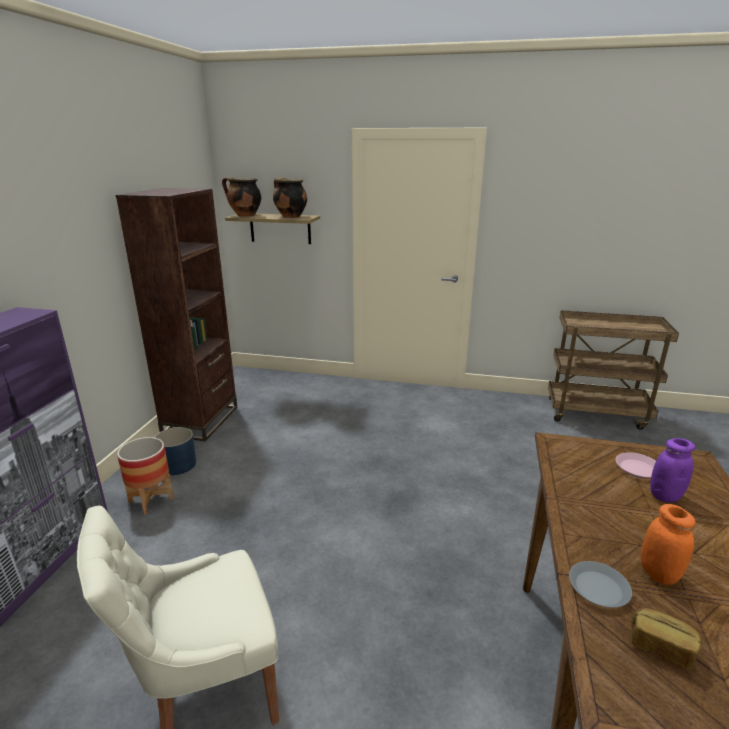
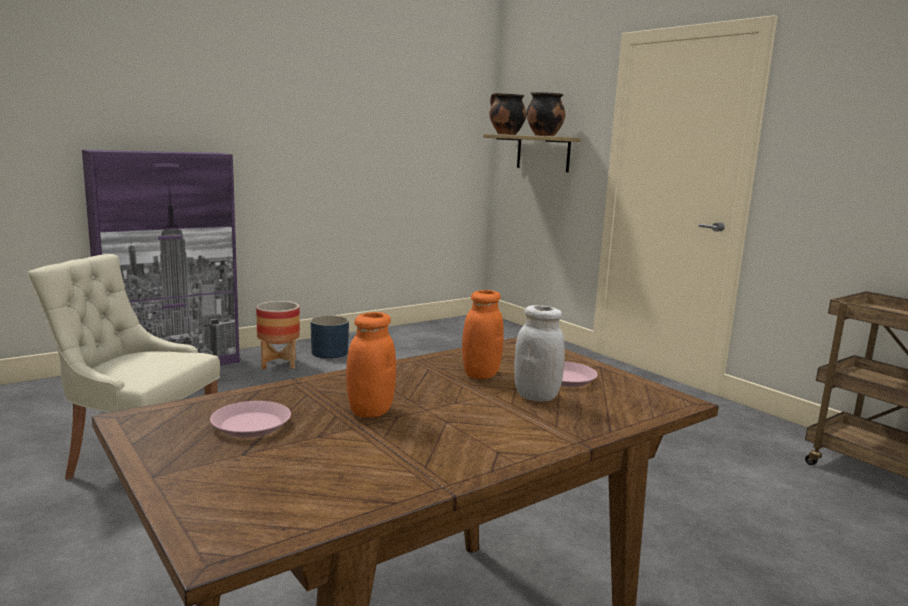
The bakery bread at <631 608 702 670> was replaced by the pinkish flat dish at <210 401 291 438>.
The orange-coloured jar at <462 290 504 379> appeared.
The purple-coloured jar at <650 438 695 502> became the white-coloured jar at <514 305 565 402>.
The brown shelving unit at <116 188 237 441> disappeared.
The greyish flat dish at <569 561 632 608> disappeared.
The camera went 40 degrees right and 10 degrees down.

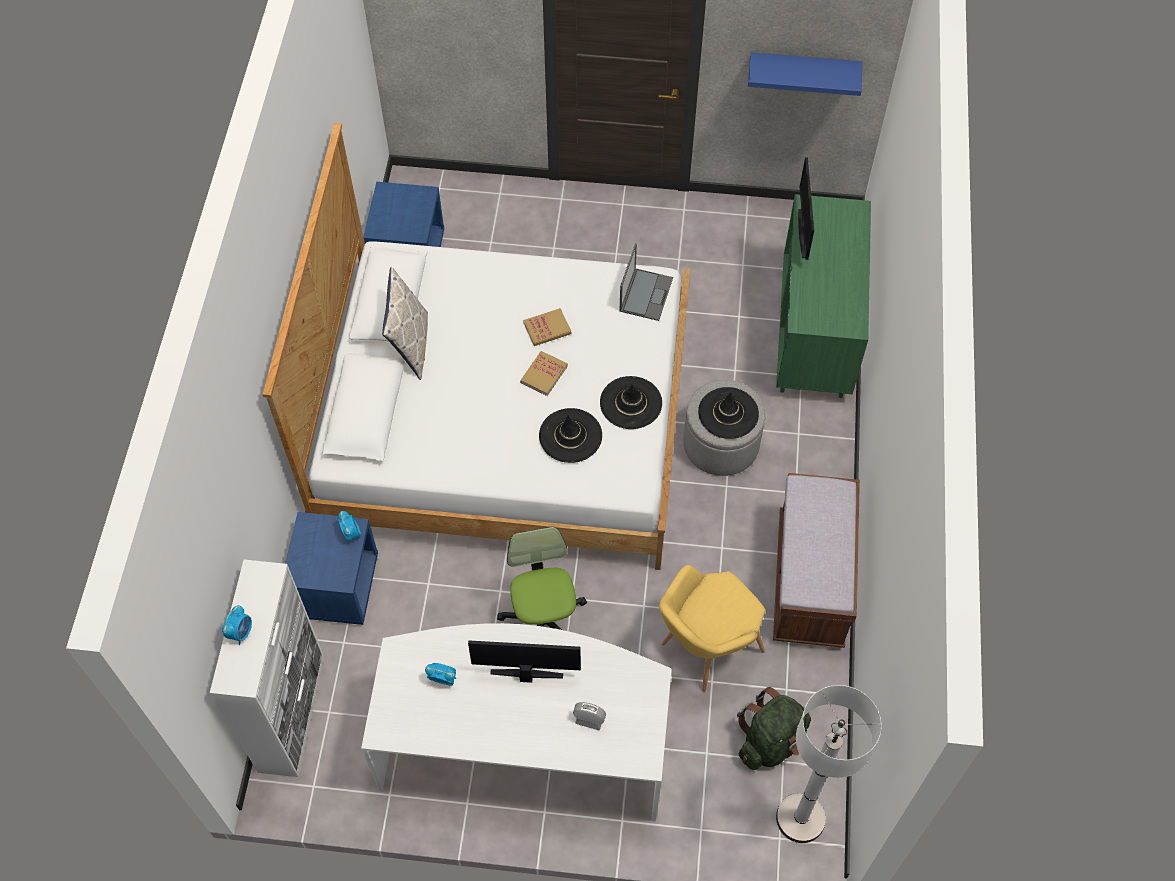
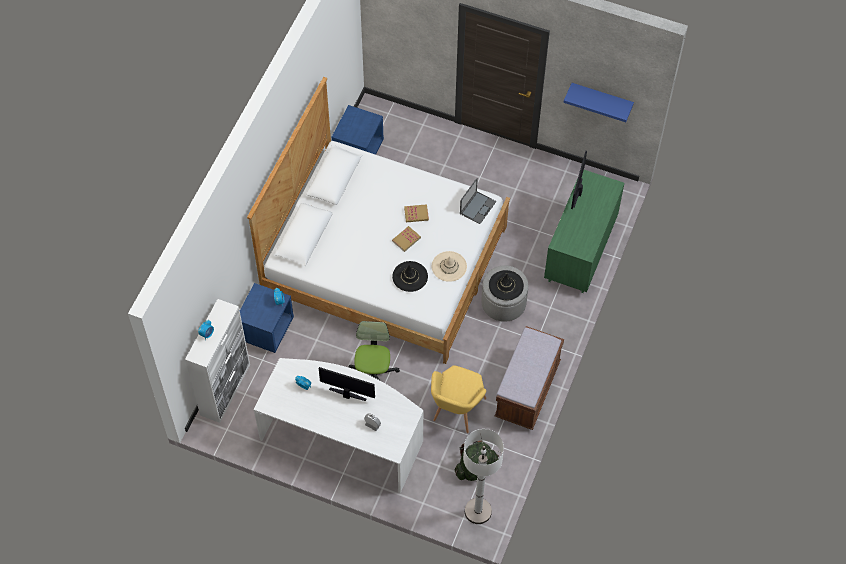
The yellowish easy chair at <659 565 766 692> turned 45 degrees counterclockwise.
The blackish hat at <600 376 662 429> became the beige hat at <432 251 467 282>.
The pillow at <382 266 428 380> disappeared.
The camera went 15 degrees right and 0 degrees up.

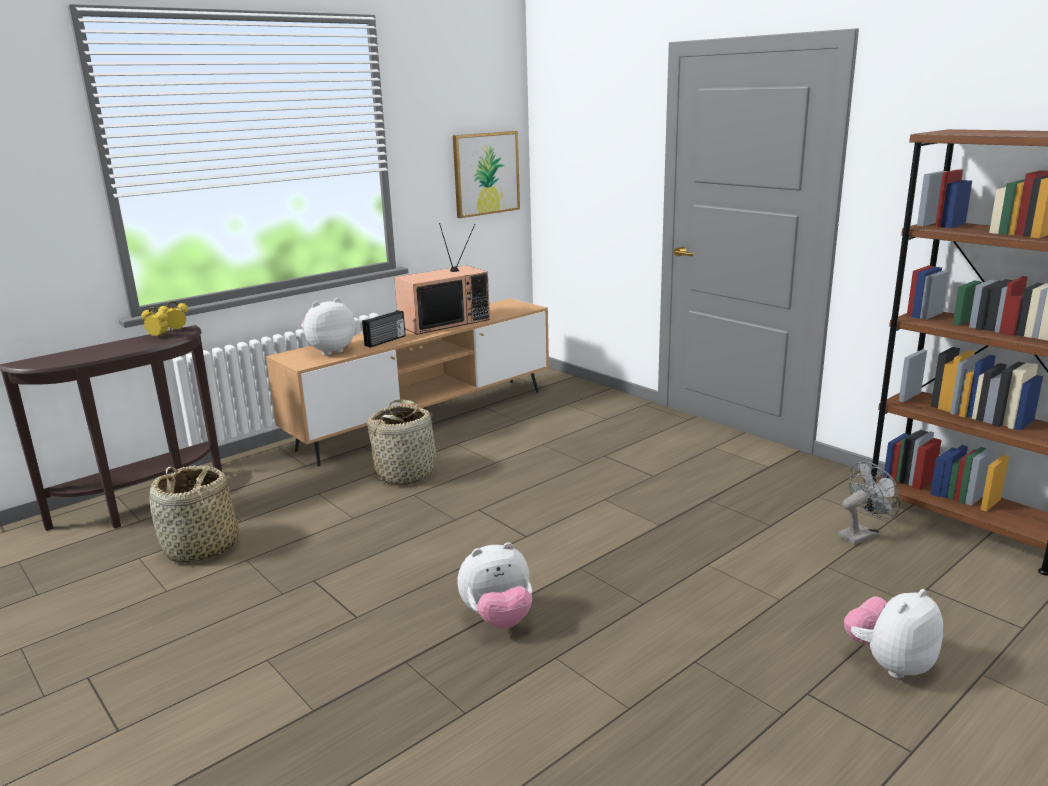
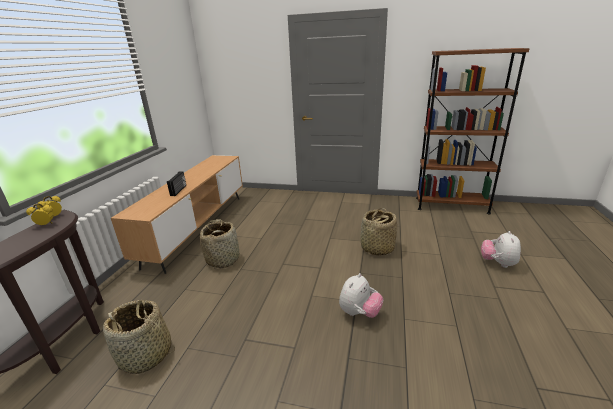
The storage basket at <360 208 397 255> appeared.
The plush toy at <301 298 355 355> disappeared.
The TV at <394 223 490 335> disappeared.
The wall art at <453 131 520 218> disappeared.
The greyish cooling fan at <838 461 900 545> disappeared.
The camera went 35 degrees left and 5 degrees up.

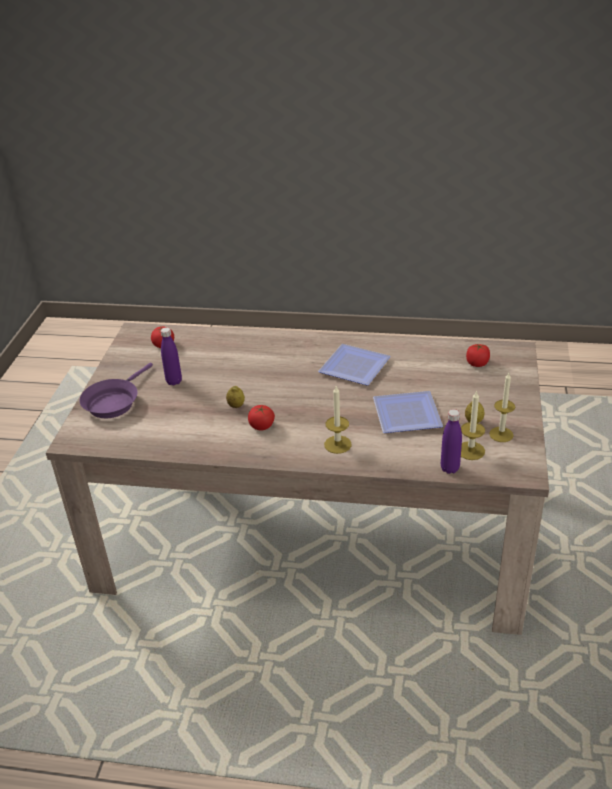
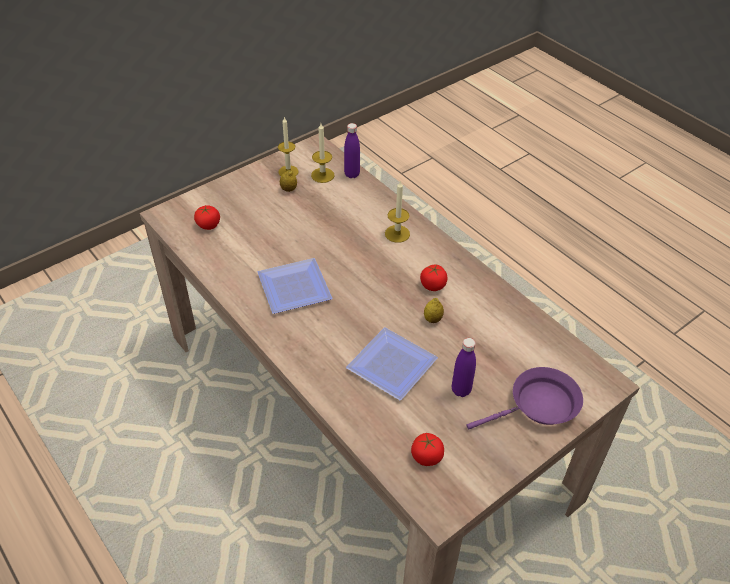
The flat dish moved from <373 391 443 433> to <346 327 438 400>.
The camera went 140 degrees left and 10 degrees up.

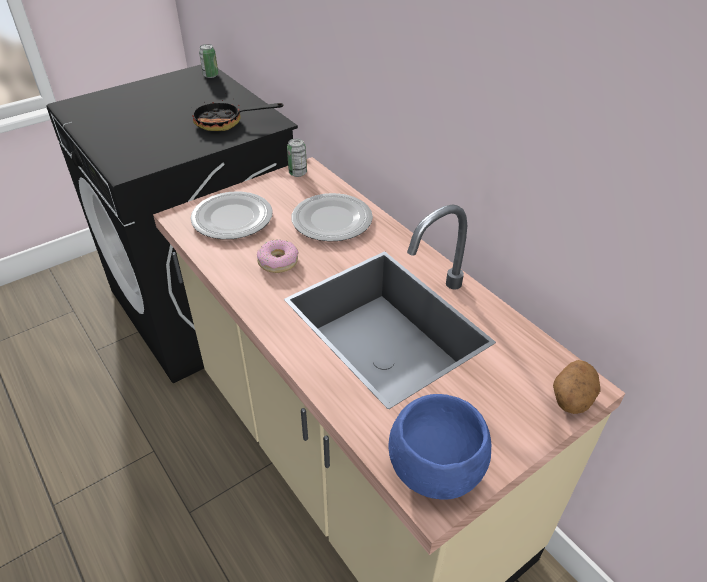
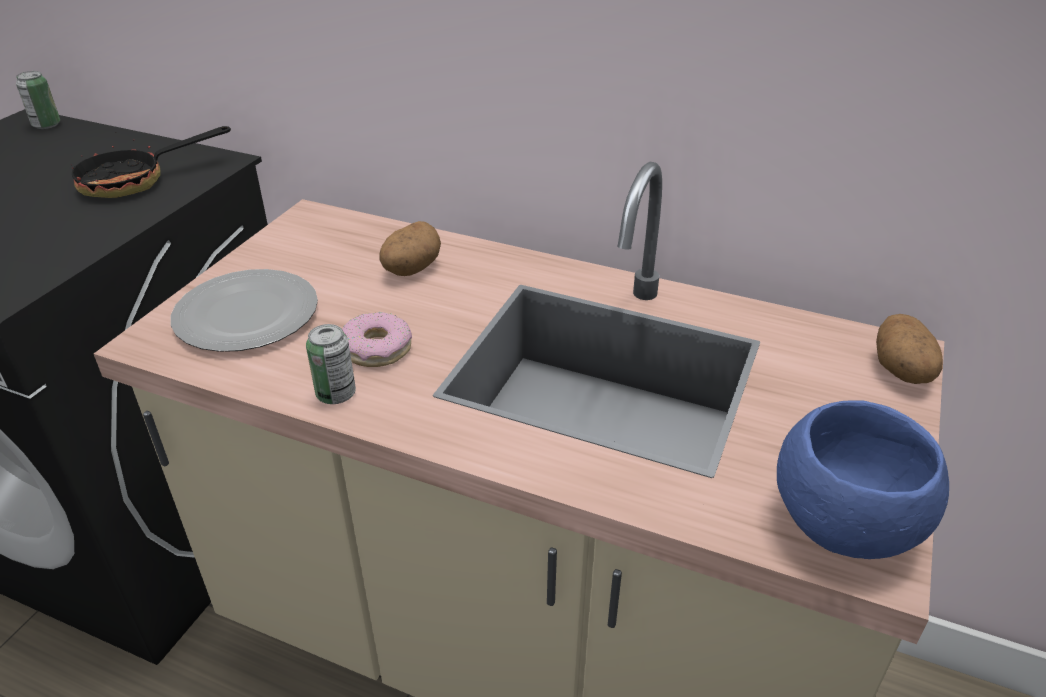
The metal can moved from <287 139 307 177> to <306 324 356 404>.
The flat dish at <291 193 373 242> was replaced by the whole potato at <379 221 441 276>.
The camera went 30 degrees left and 5 degrees down.

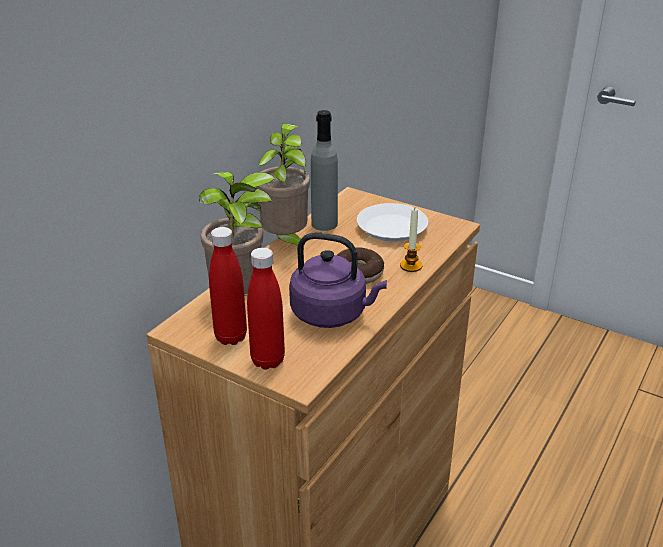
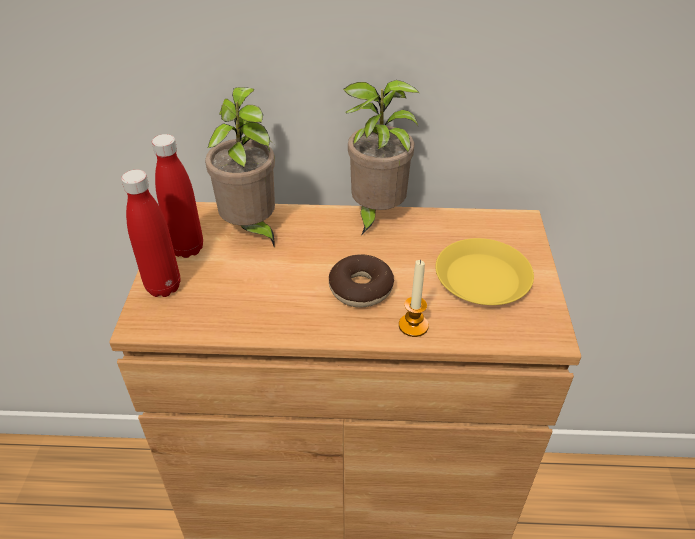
The white-coloured flat dish at <357 203 428 242> became the yellowish flat dish at <435 238 534 305>.
The purple-coloured tea kettle at <289 233 387 328> disappeared.
The greyish beverage bottle at <311 110 338 231> disappeared.
The camera went 60 degrees right and 10 degrees up.

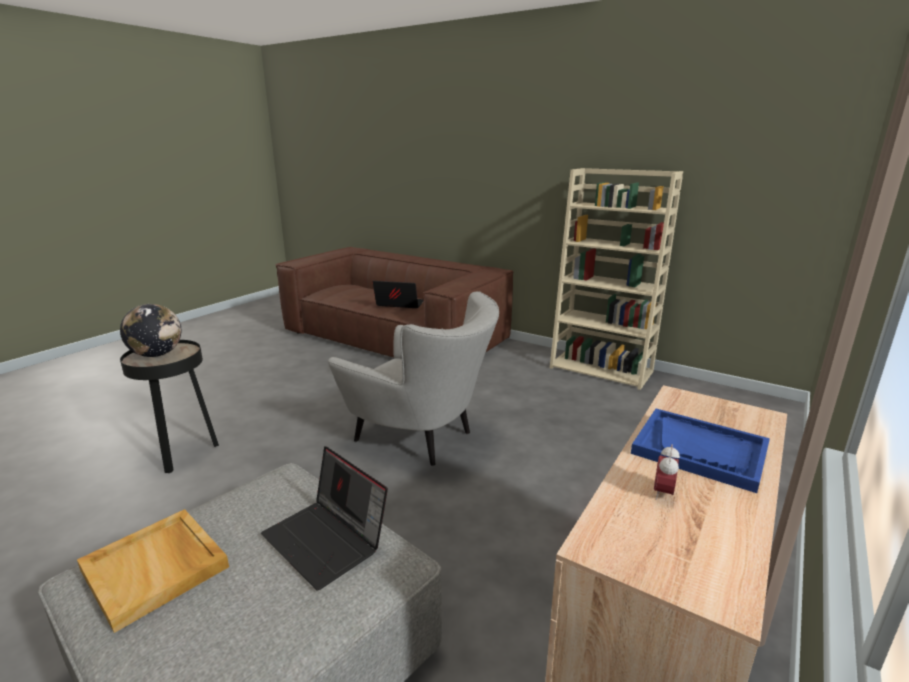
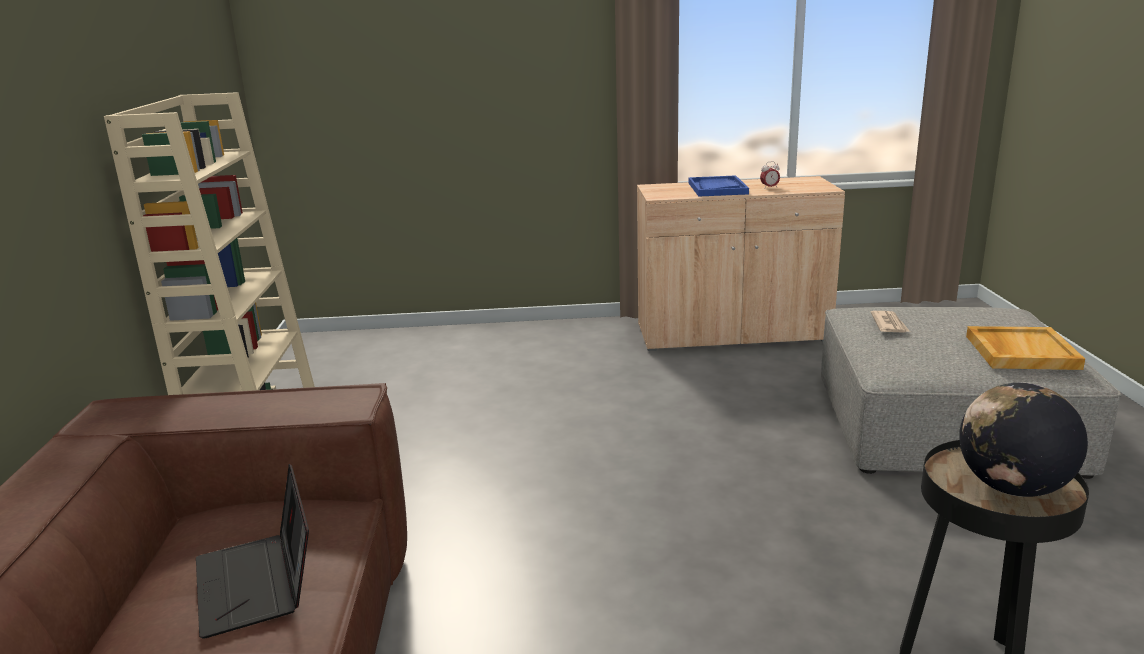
The portable computer at <261 446 388 590> was replaced by the printed paper at <871 311 909 333>.
The greyish easy chair at <328 292 499 466> disappeared.
The camera went 125 degrees left and 0 degrees up.

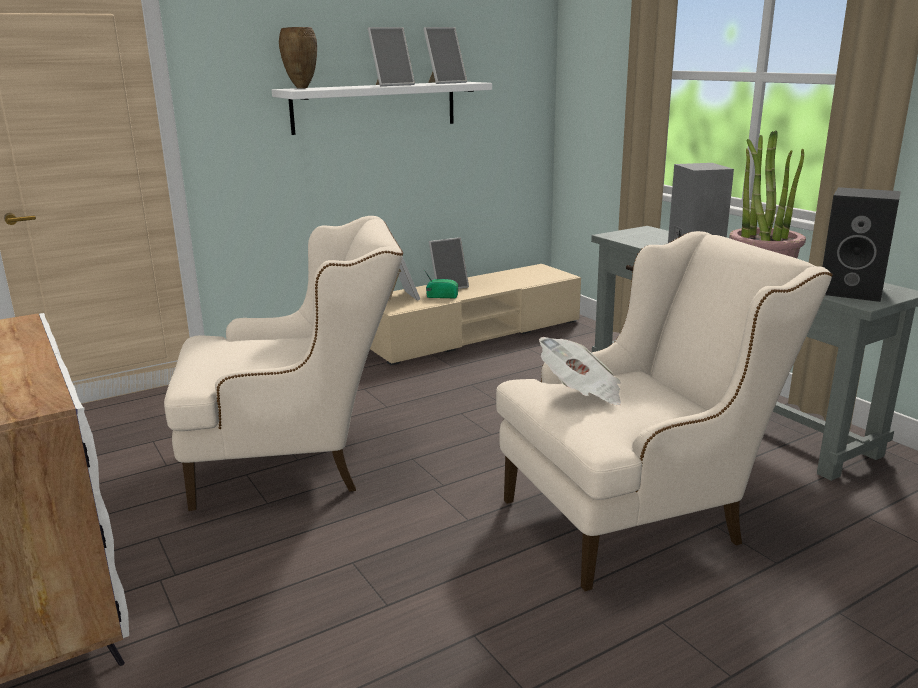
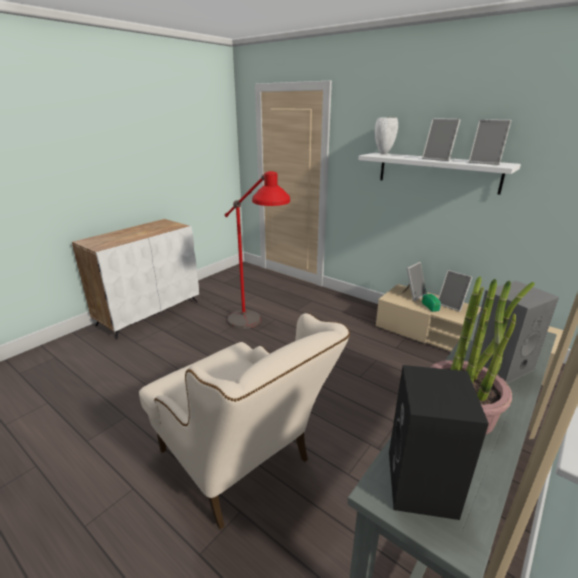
The beige easy chair at <164 216 403 511> was replaced by the reddish standing lamp at <225 171 290 329>.
The brown flower vase at <279 27 317 89> became the white-coloured flower vase at <375 117 398 154>.
The printed paper at <539 337 621 405> disappeared.
The camera went 70 degrees right and 5 degrees up.

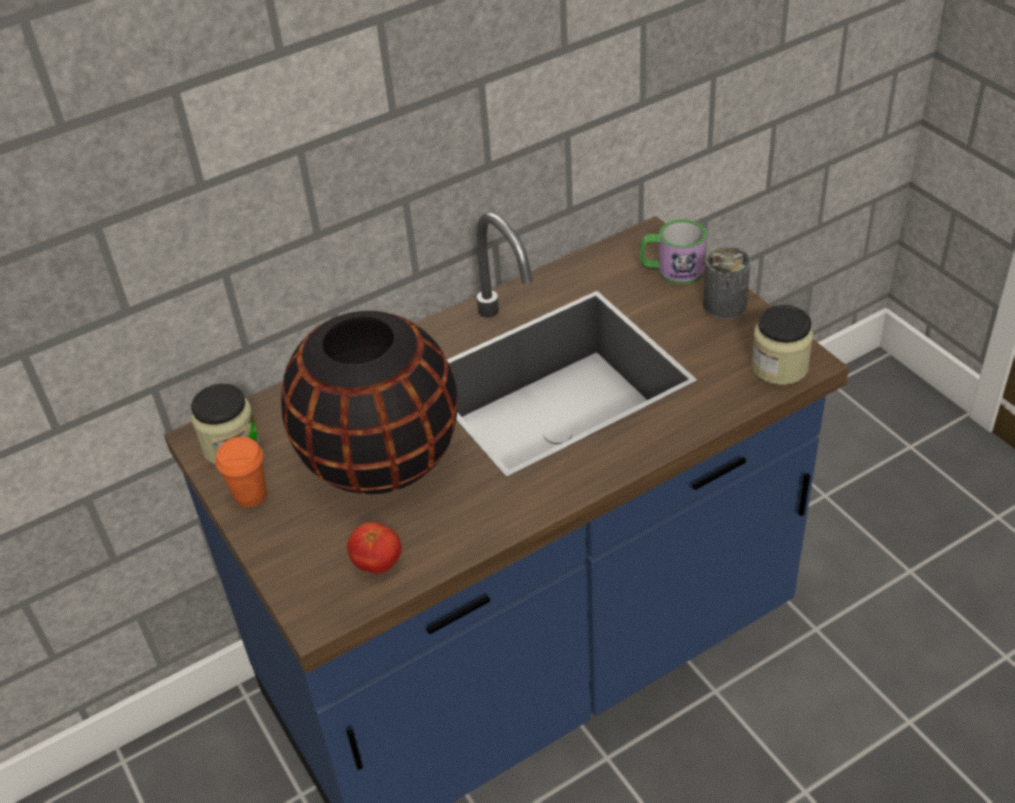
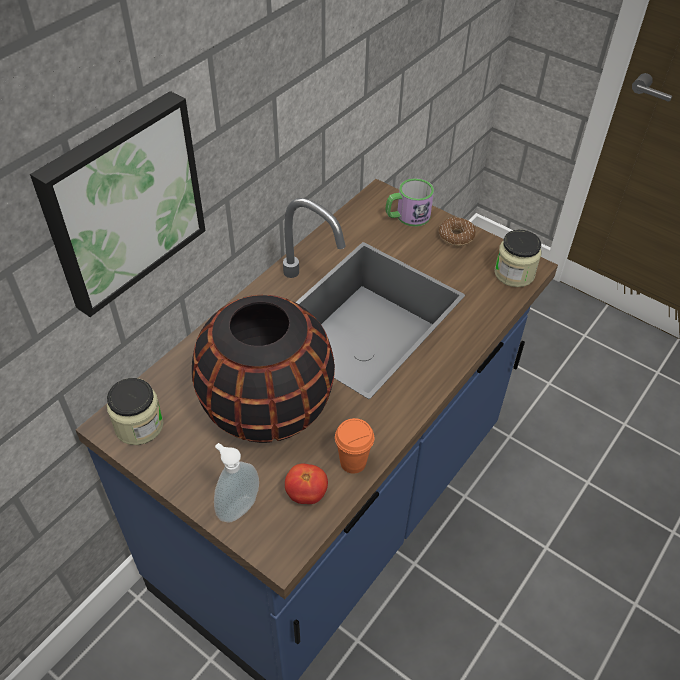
The wall art at <30 91 206 317> appeared.
The soap dispenser at <214 443 259 523> appeared.
The orange-coloured cup moved from <216 437 266 508> to <335 418 374 474>.
The metal can at <703 247 751 320> was replaced by the ring doughnut at <439 217 476 246>.
The camera went 25 degrees left and 5 degrees up.

